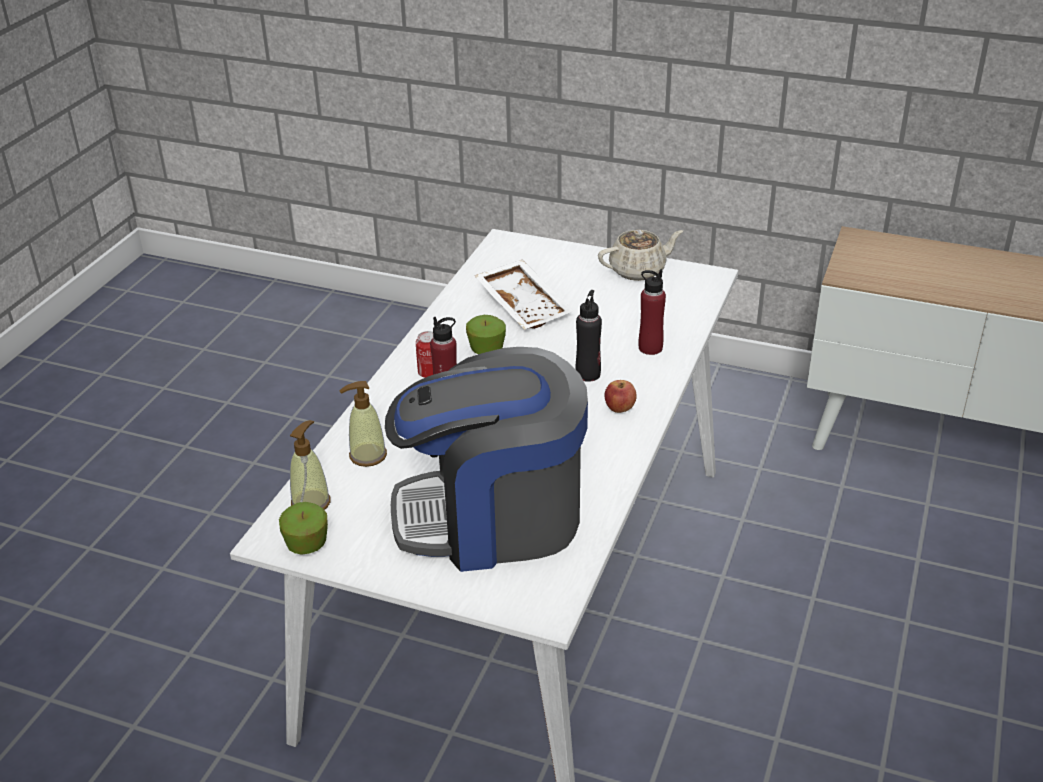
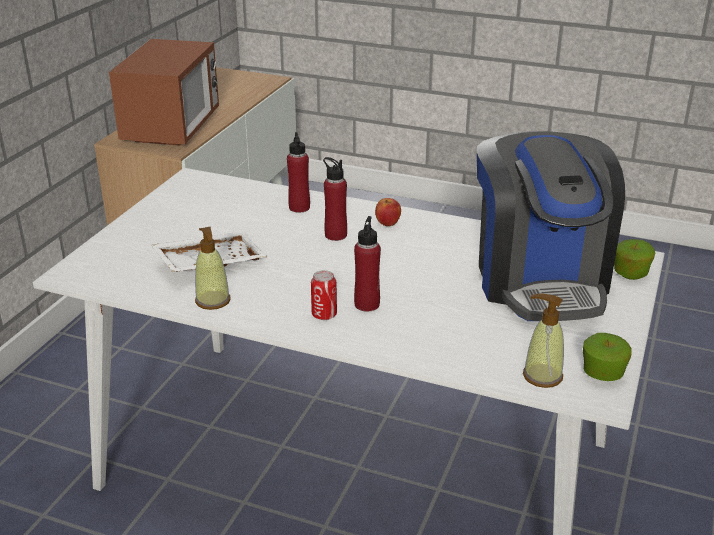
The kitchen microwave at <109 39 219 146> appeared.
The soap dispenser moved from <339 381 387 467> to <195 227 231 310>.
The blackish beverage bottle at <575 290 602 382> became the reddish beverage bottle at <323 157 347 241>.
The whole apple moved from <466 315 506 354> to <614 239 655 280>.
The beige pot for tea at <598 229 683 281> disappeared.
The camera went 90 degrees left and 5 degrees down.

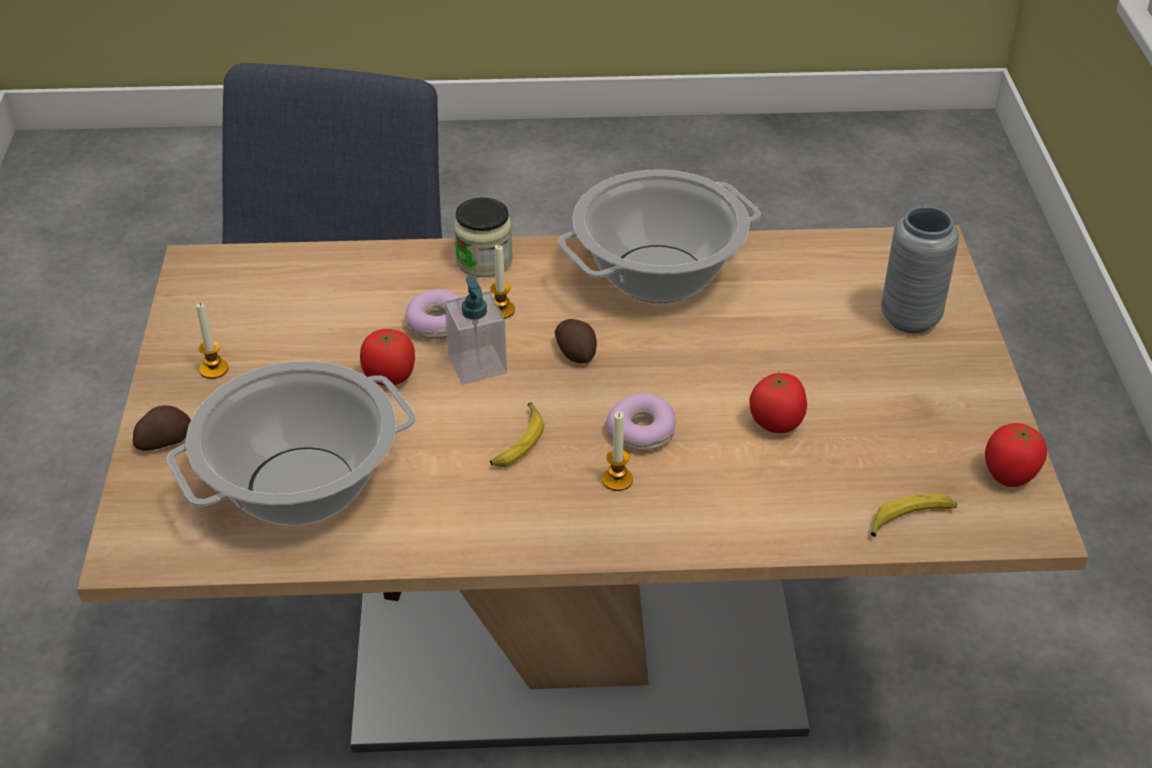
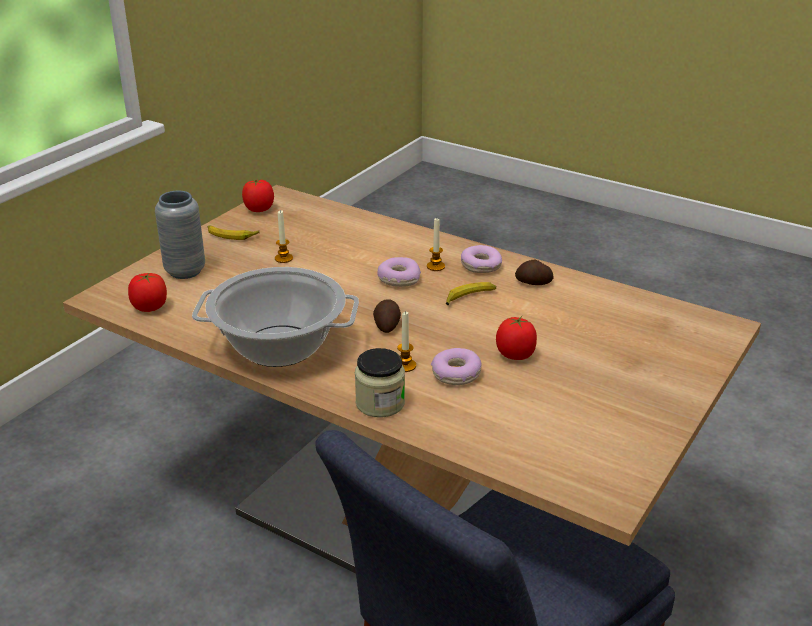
The fresh tomato moved from <750 372 807 433> to <128 272 167 312>.
The banana fruit moved from <871 494 957 537> to <208 226 260 240>.
The candle moved from <196 303 229 379> to <275 210 293 263>.
The ring doughnut at <461 245 502 273> appeared.
The whole potato moved from <133 405 191 451> to <515 260 553 285>.
The cooking pot at <167 361 416 526> disappeared.
The soap dispenser at <445 275 507 384> disappeared.
The camera went 145 degrees left and 10 degrees down.

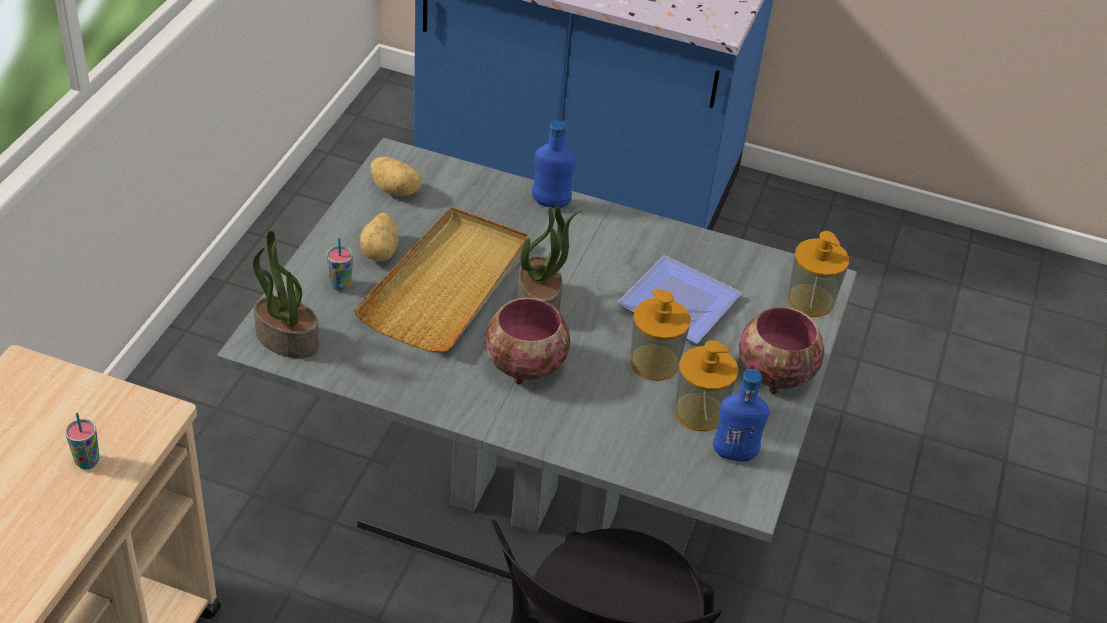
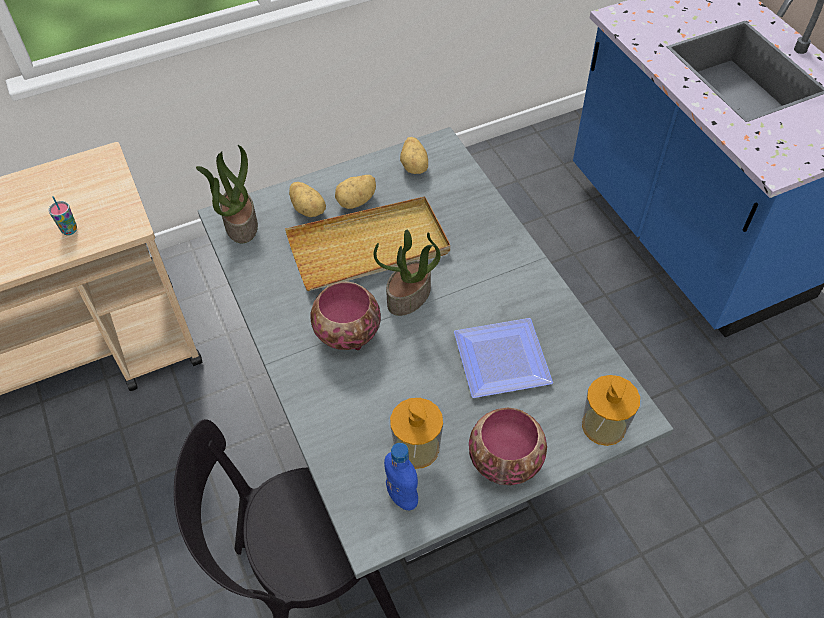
The cup at <327 237 353 291> was replaced by the whole potato at <289 182 326 217>.
The bluish beverage bottle at <532 121 575 208> disappeared.
The soap dispenser at <630 289 691 381> disappeared.
The camera went 50 degrees right and 10 degrees up.

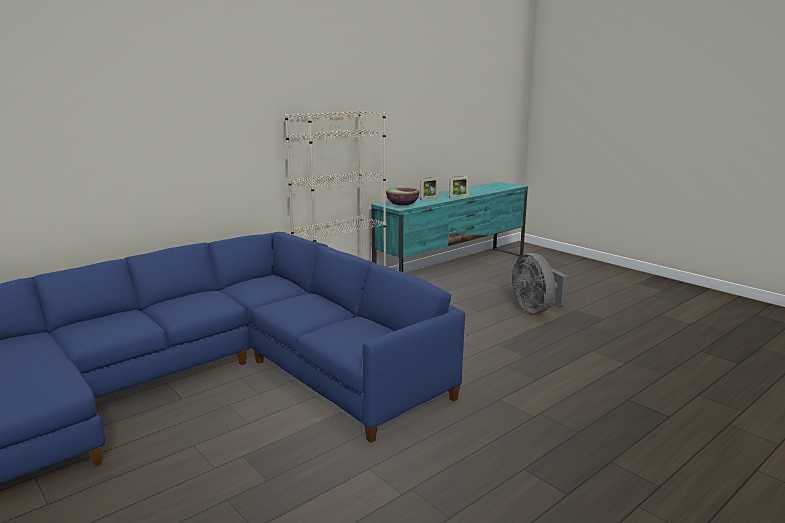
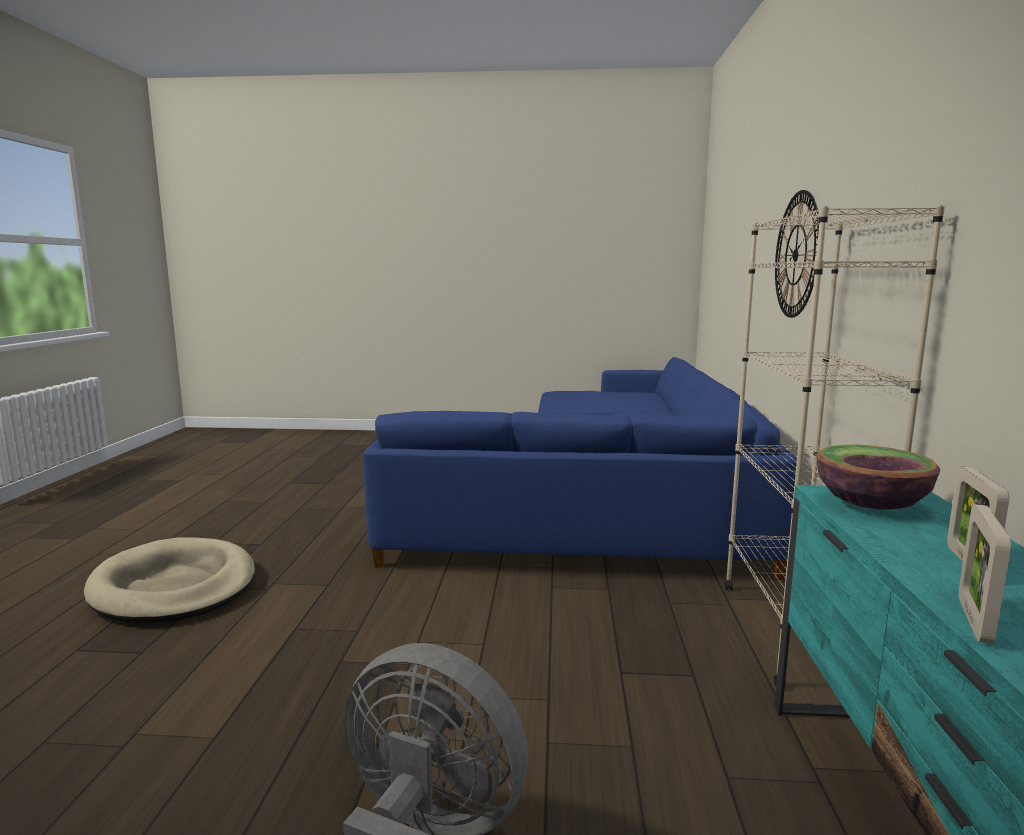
The beige dog cushion at <84 537 255 623> appeared.
The wall clock at <775 190 819 318> appeared.
The camera went 135 degrees right and 5 degrees down.

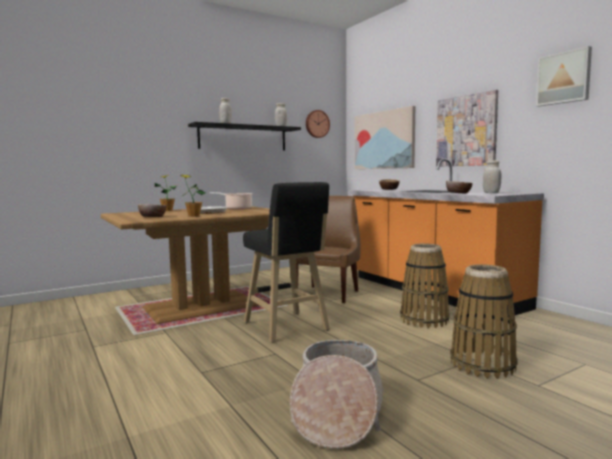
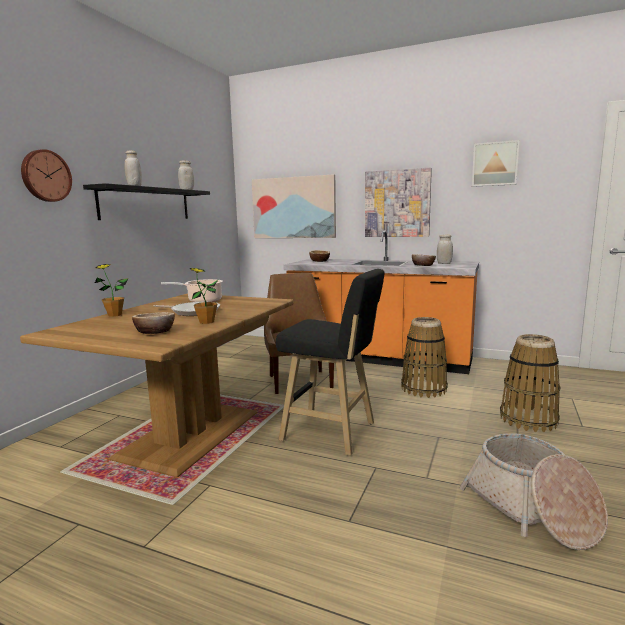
The wall clock moved from <306 110 330 138> to <21 149 72 202>.
The camera went 35 degrees left and 5 degrees up.

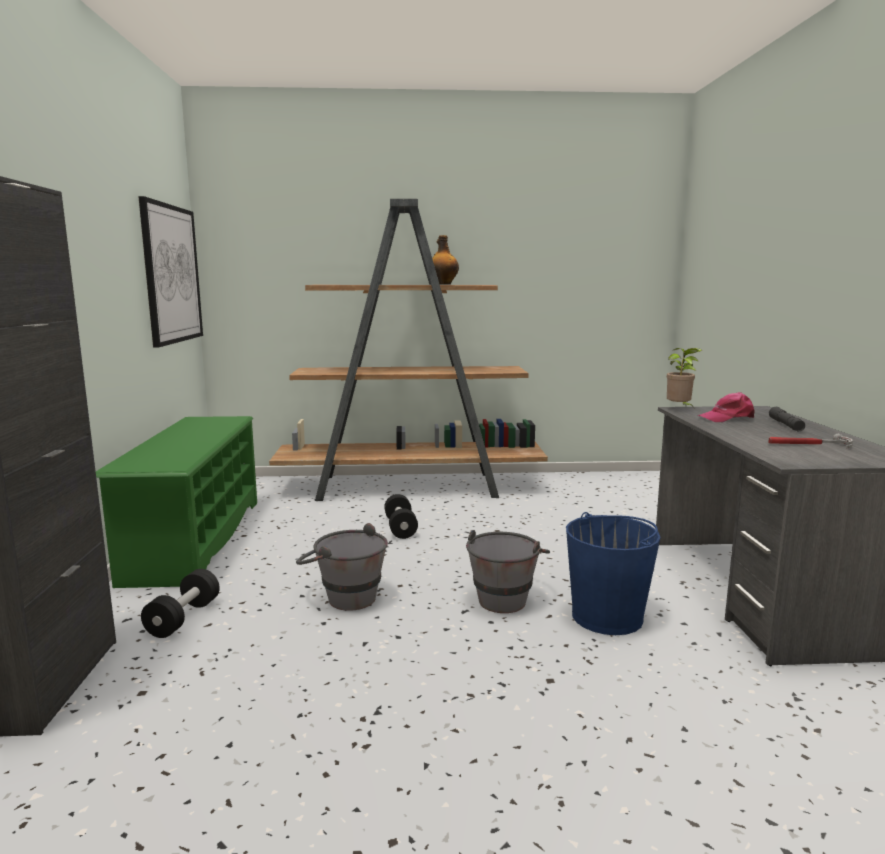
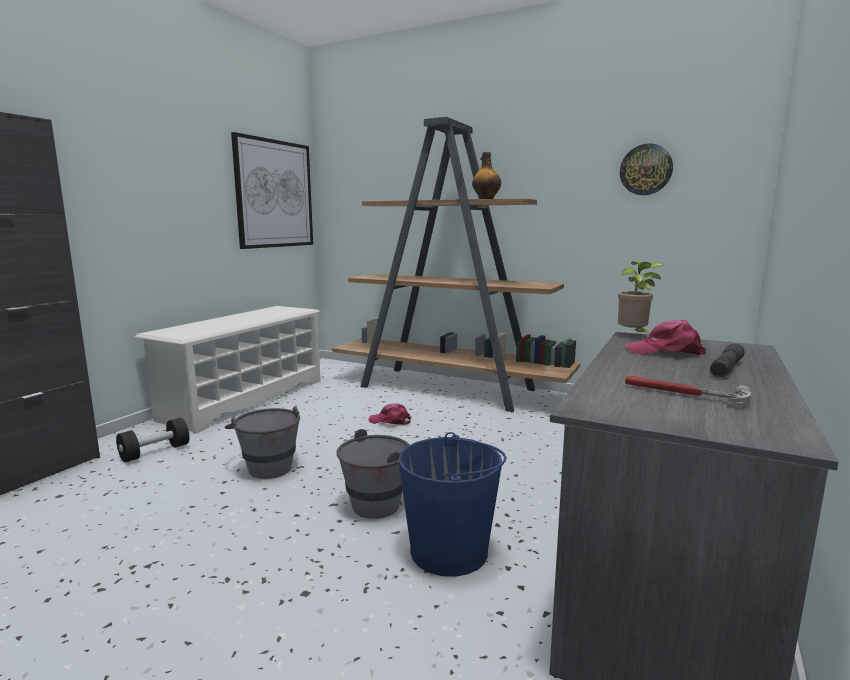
The green shoe rack at <96 416 257 588> became the white-coloured shoe rack at <135 306 321 434>.
The blackish dumbbell at <384 494 418 539> was replaced by the pinkish cap at <369 403 411 425>.
The wall clock at <620 143 673 195> appeared.
The camera went 30 degrees right and 0 degrees up.

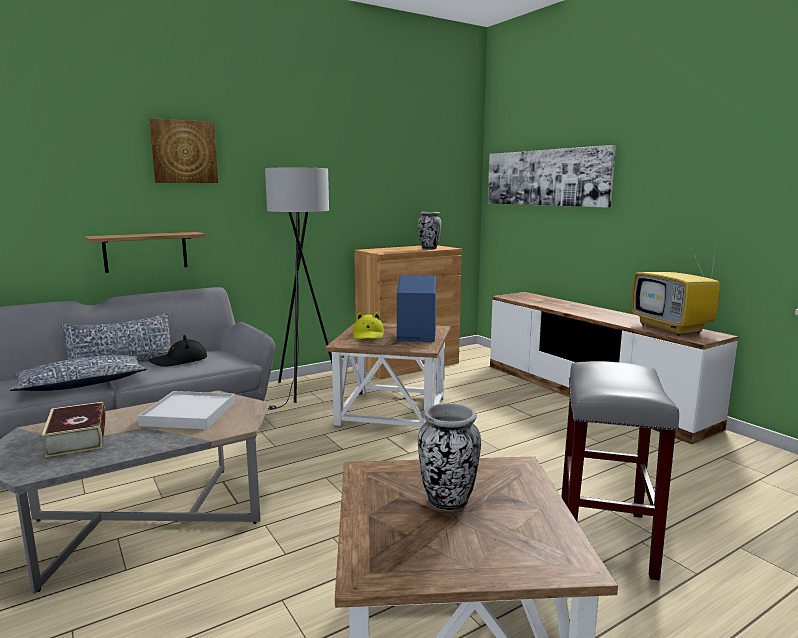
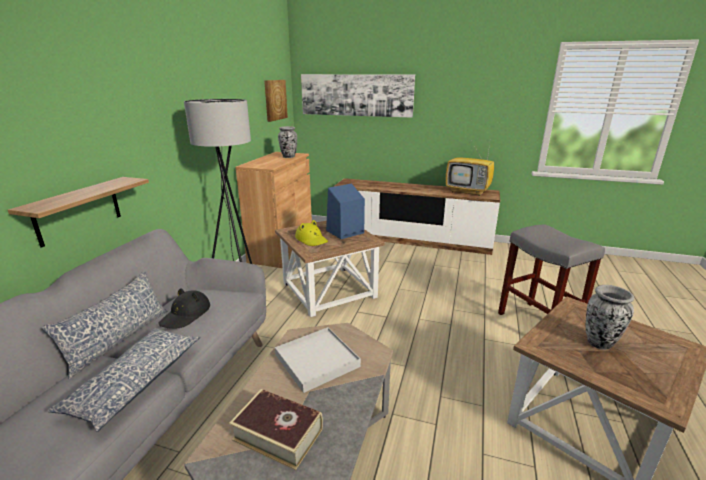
The wall art moved from <149 118 218 183> to <264 80 288 122>.
The camera went 40 degrees left and 10 degrees up.

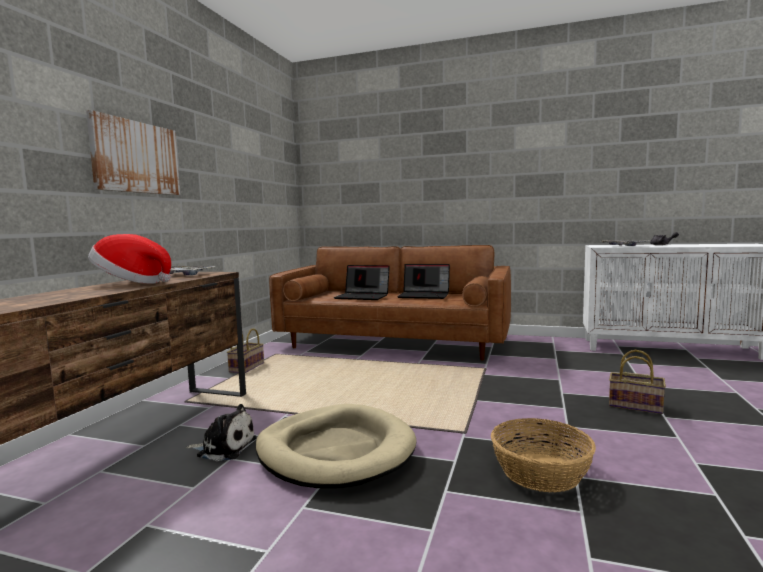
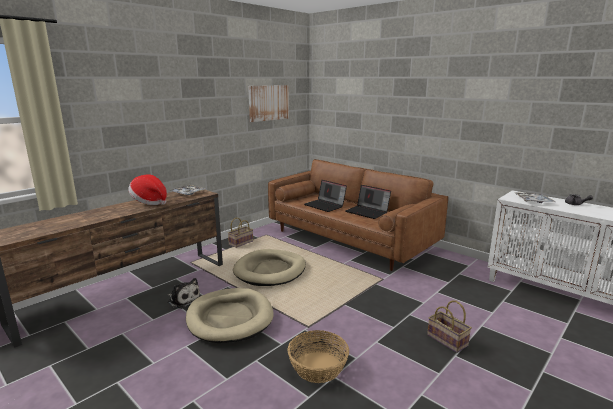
The beige dog cushion at <233 249 306 286> appeared.
The wall art moved from <86 110 180 195> to <248 85 289 122>.
The camera went 25 degrees right and 10 degrees up.

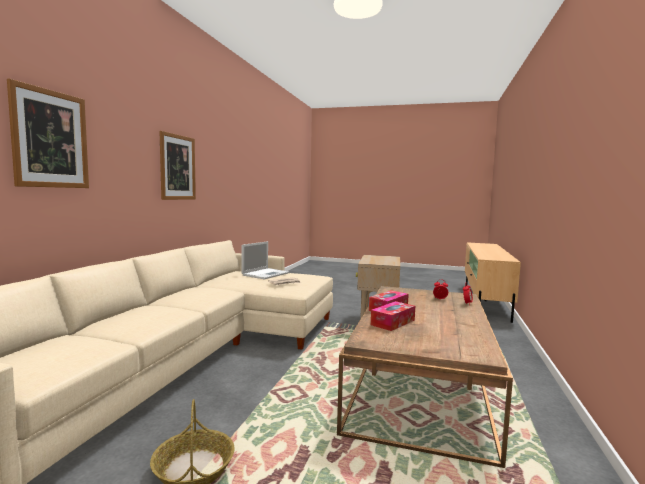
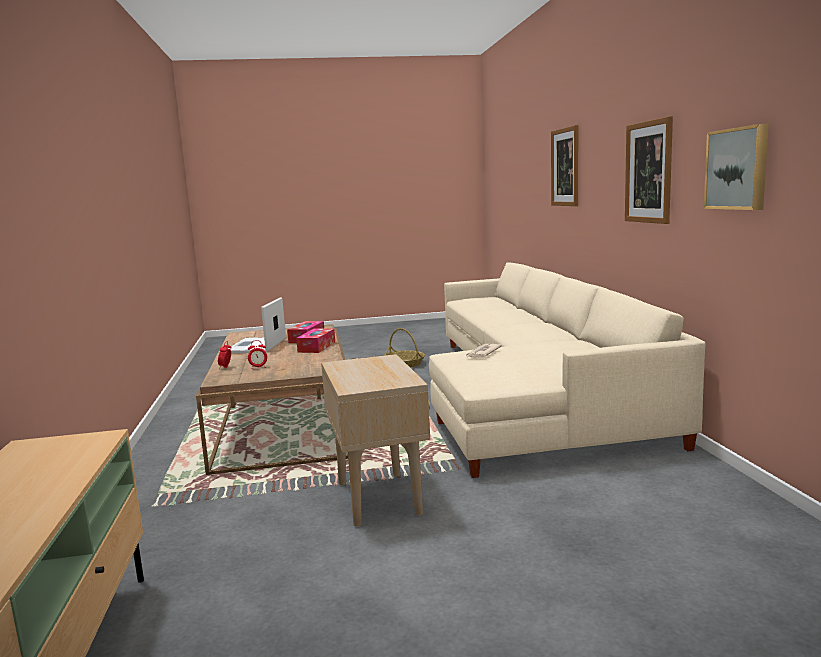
The portable computer moved from <241 241 289 279> to <228 297 286 353>.
The wall art at <704 124 769 210> appeared.
The camera went 155 degrees right and 5 degrees up.

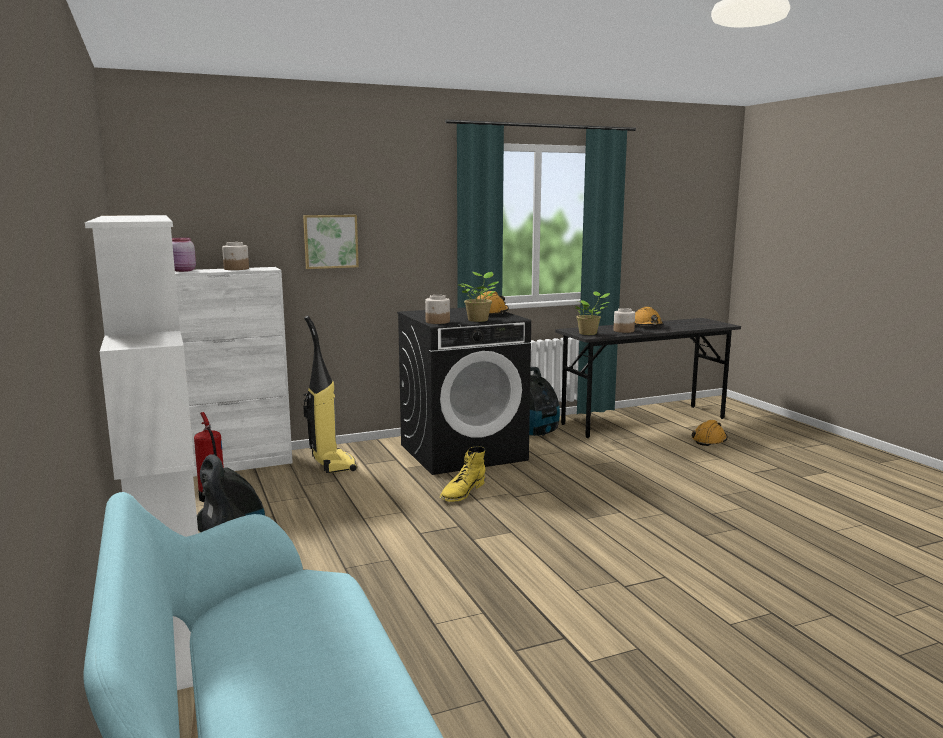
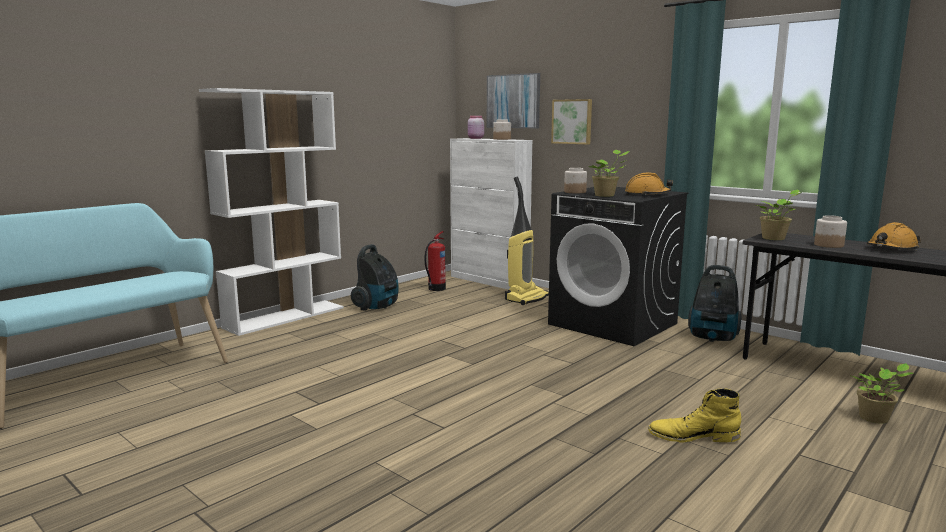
The wall art at <487 73 540 128> appeared.
The yellowish tall boot moved from <440 446 485 502> to <648 389 741 443>.
The orange-coloured safety helmet at <691 420 728 446> was replaced by the plant in a pot at <850 363 914 424>.
The camera went 65 degrees right and 0 degrees up.

